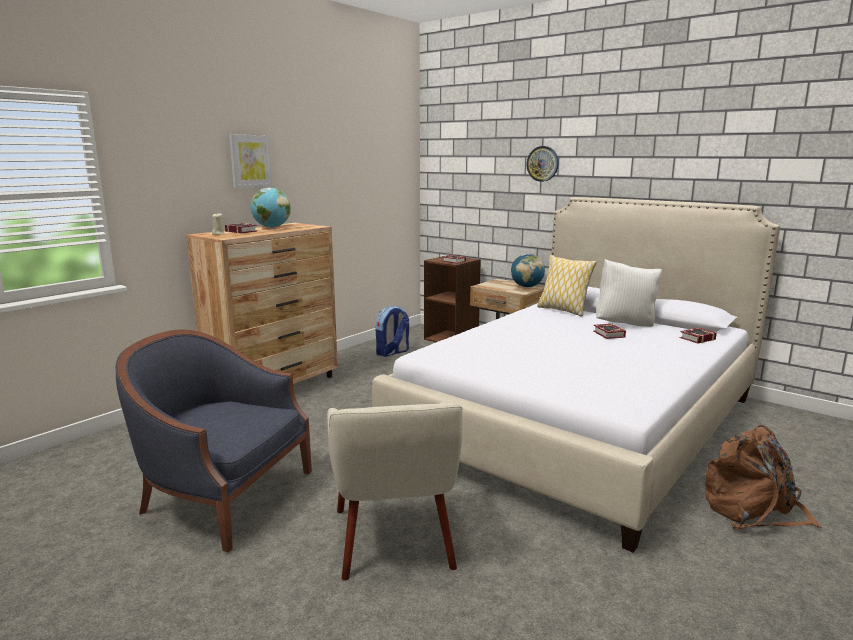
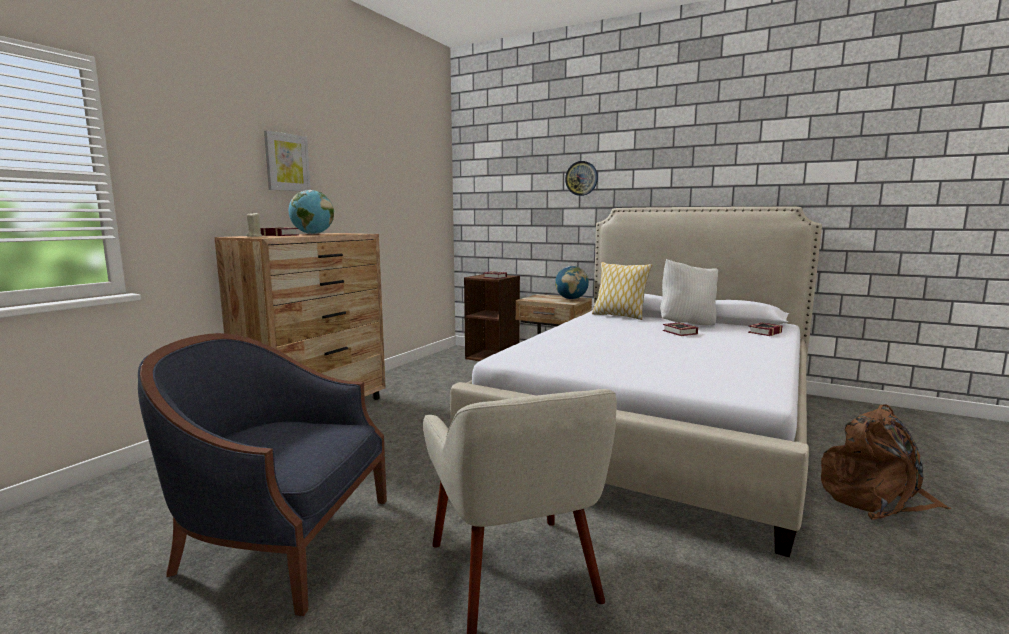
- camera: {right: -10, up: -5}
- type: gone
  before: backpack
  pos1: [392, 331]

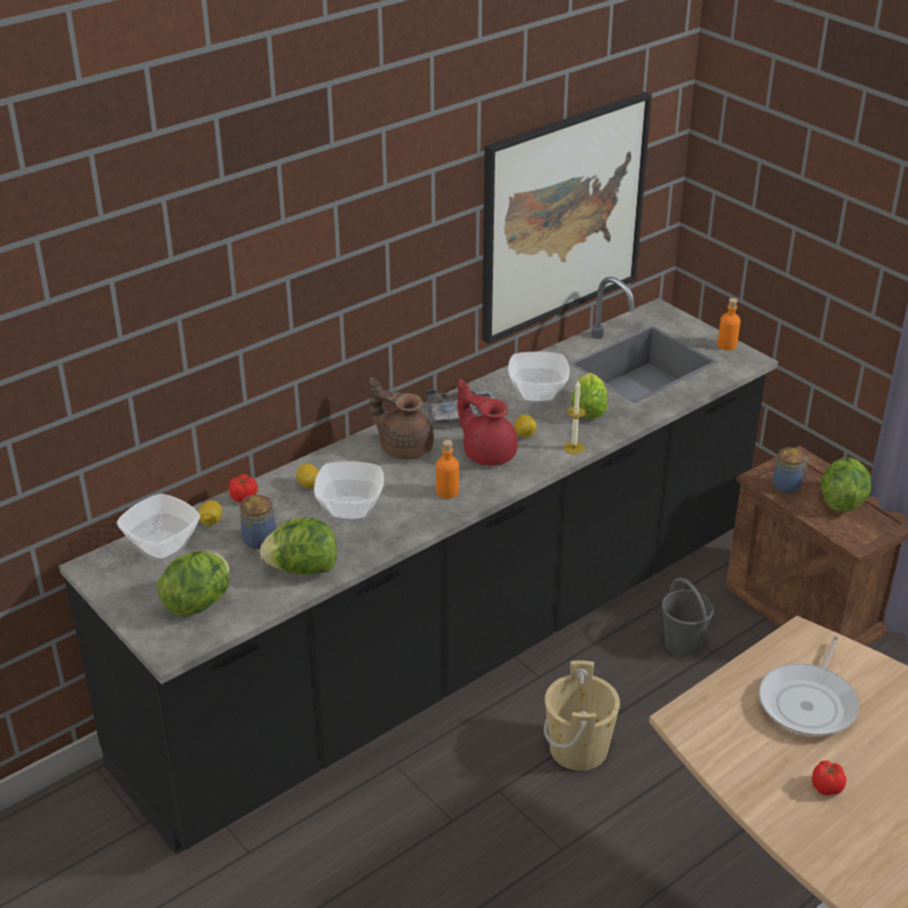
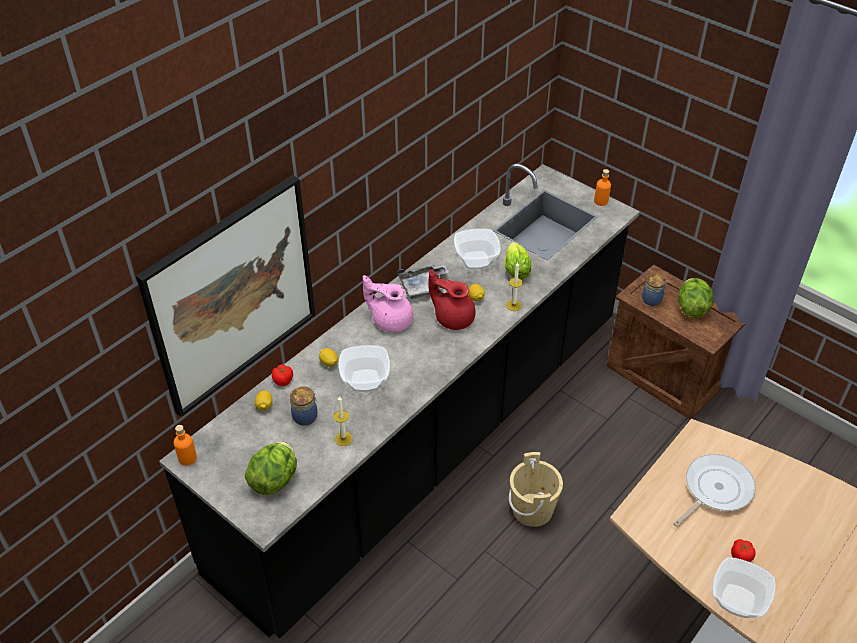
- camera: {right: -10, up: 10}
- type: shifted
  before: wall picture
  pos1: [567, 218]
  pos2: [225, 296]
- type: shifted
  before: orange beverage bottle
  pos1: [447, 469]
  pos2: [185, 445]
- type: swapped
  before: head of lettuce
  after: candle
  pos1: [298, 546]
  pos2: [343, 421]
- type: repainted
  before: brown-coloured tea pot
  after: pink-coloured tea pot
  pos1: [401, 418]
  pos2: [388, 304]
- type: rotated
  before: frying pan
  pos1: [809, 686]
  pos2: [714, 490]
  turn: -150
- type: shifted
  before: serving bowl
  pos1: [158, 527]
  pos2: [744, 587]
- type: gone
  before: greyish pail
  pos1: [688, 616]

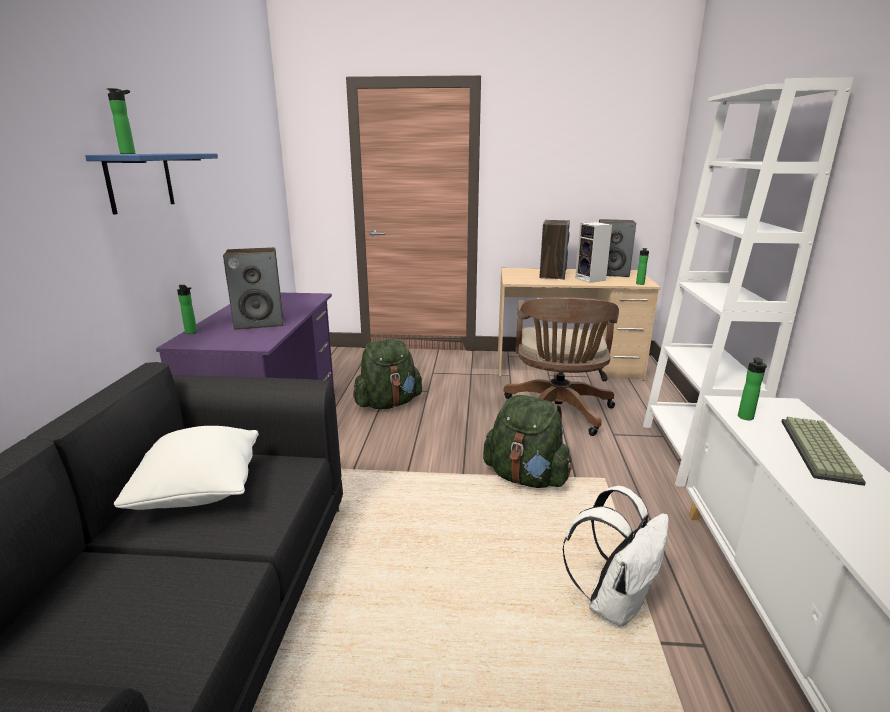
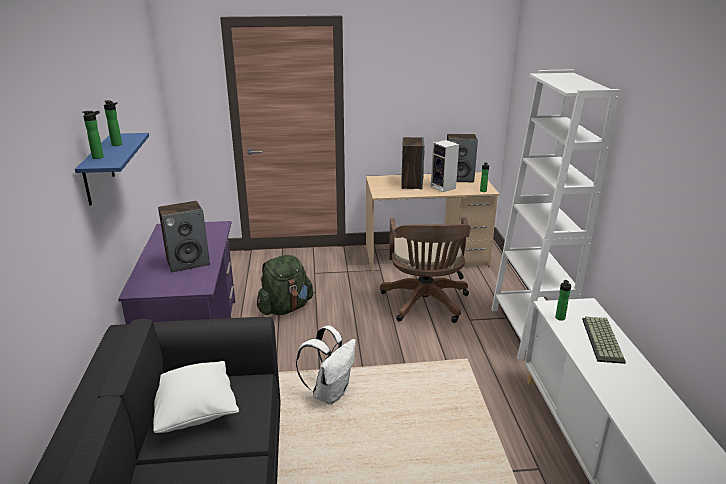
- camera: {right: -10, up: 5}
- type: shifted
  before: beverage bottle
  pos1: [187, 309]
  pos2: [113, 123]
- type: shifted
  before: white backpack
  pos1: [615, 556]
  pos2: [326, 365]
- type: gone
  before: green-coloured backpack
  pos1: [528, 441]

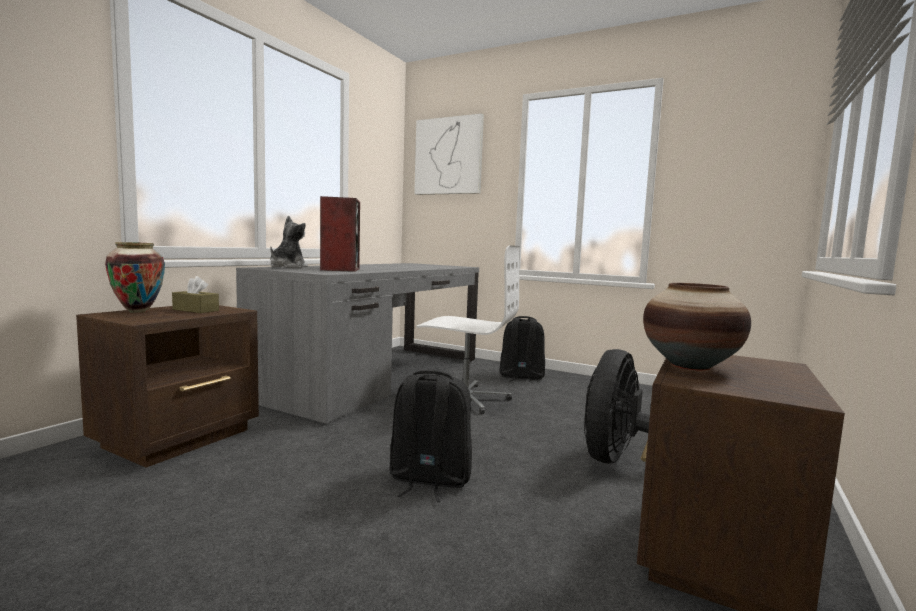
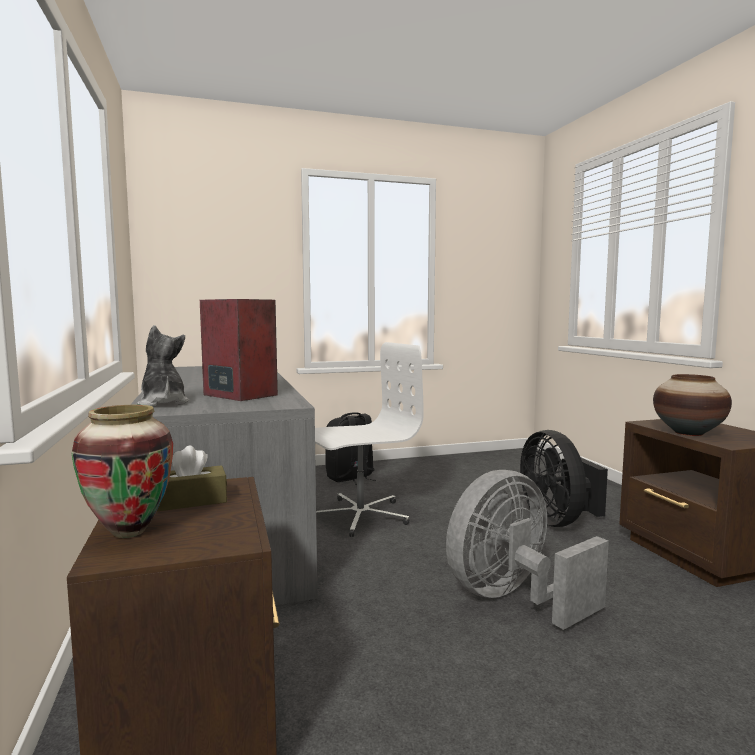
- camera: {right: -45, up: 0}
- type: swapped
  before: black backpack
  after: greyish fan
  pos1: [430, 436]
  pos2: [527, 550]
- type: gone
  before: wall picture
  pos1: [449, 154]

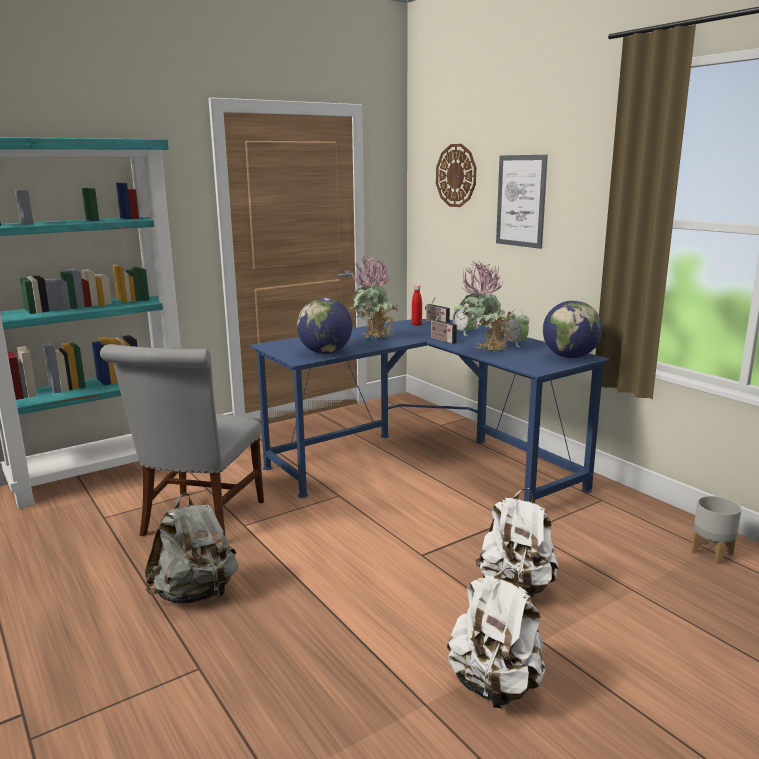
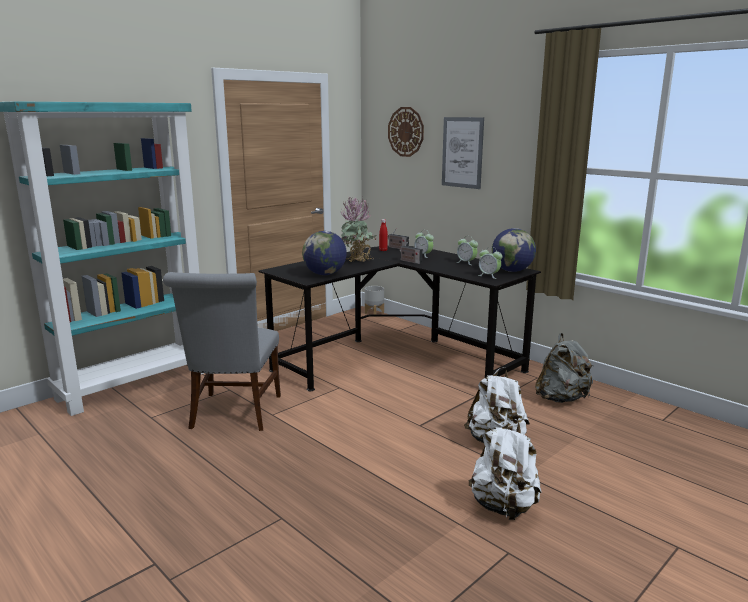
- camera: {right: -10, up: 0}
- type: repainted
  before: blue-coloured desk table
  after: black desk table
  pos1: [430, 411]
  pos2: [399, 318]
- type: shifted
  before: greyish planter
  pos1: [716, 530]
  pos2: [374, 301]
- type: new
  after: table clock
  pos2: [490, 264]
- type: shifted
  before: greyish backpack
  pos1: [191, 548]
  pos2: [564, 368]
- type: gone
  before: potted plant
  pos1: [487, 306]

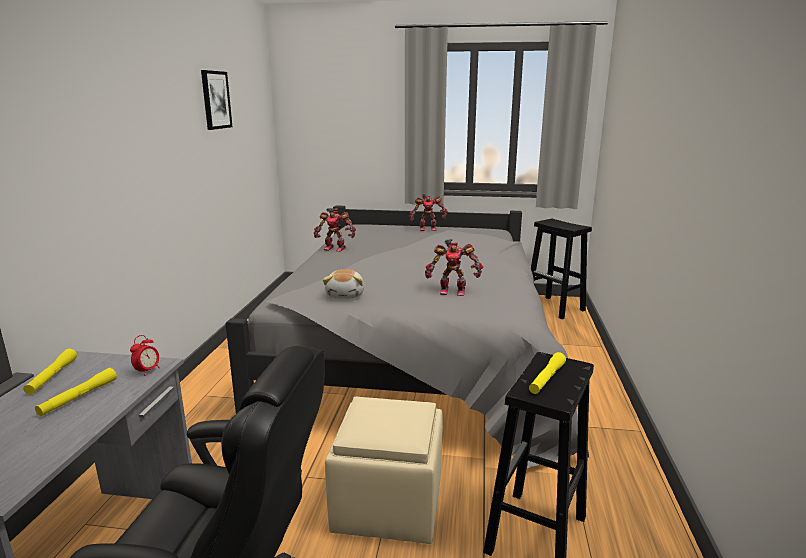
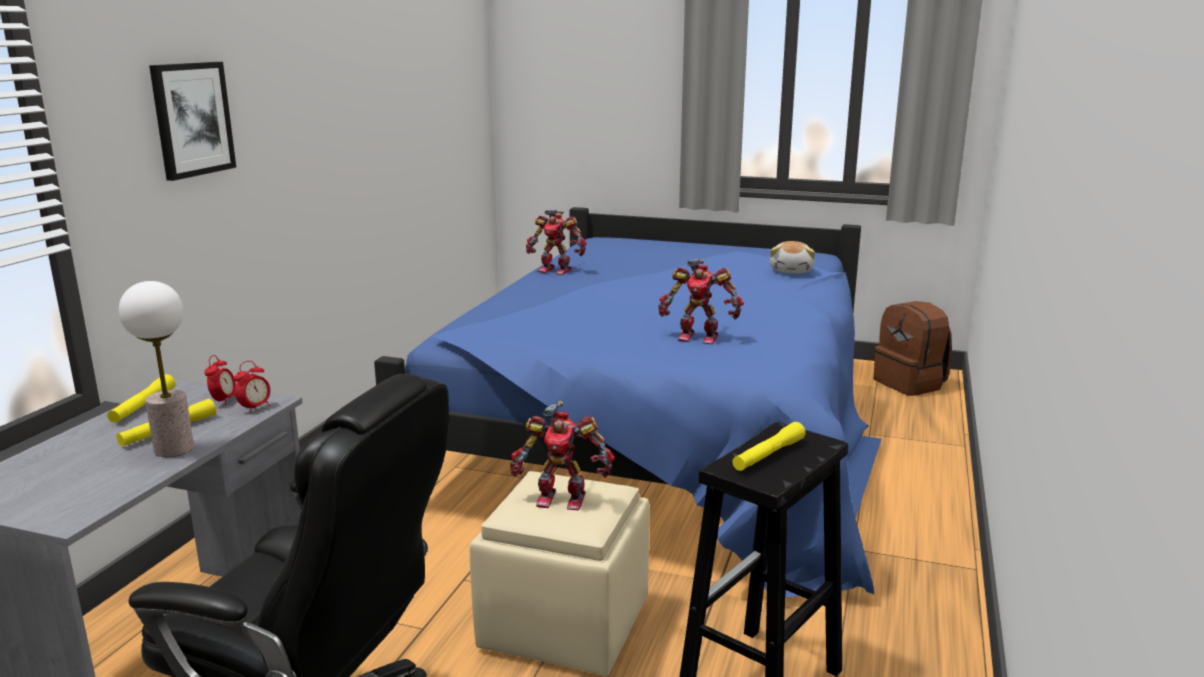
- camera: {right: 10, up: 0}
- type: new
  after: lamp for a table
  pos2: [156, 369]
- type: shifted
  before: wall picture
  pos1: [216, 100]
  pos2: [192, 121]
- type: new
  after: table clock
  pos2: [220, 380]
- type: repainted
  before: greyish bedroom bed
  after: blue-coloured bedroom bed
  pos1: [407, 336]
  pos2: [628, 402]
- type: shifted
  before: toy robot
  pos1: [428, 212]
  pos2: [562, 455]
- type: shifted
  before: cuddly toy
  pos1: [343, 284]
  pos2: [792, 257]
- type: swapped
  before: black stool
  after: brown-coloured backpack
  pos1: [561, 269]
  pos2: [913, 348]

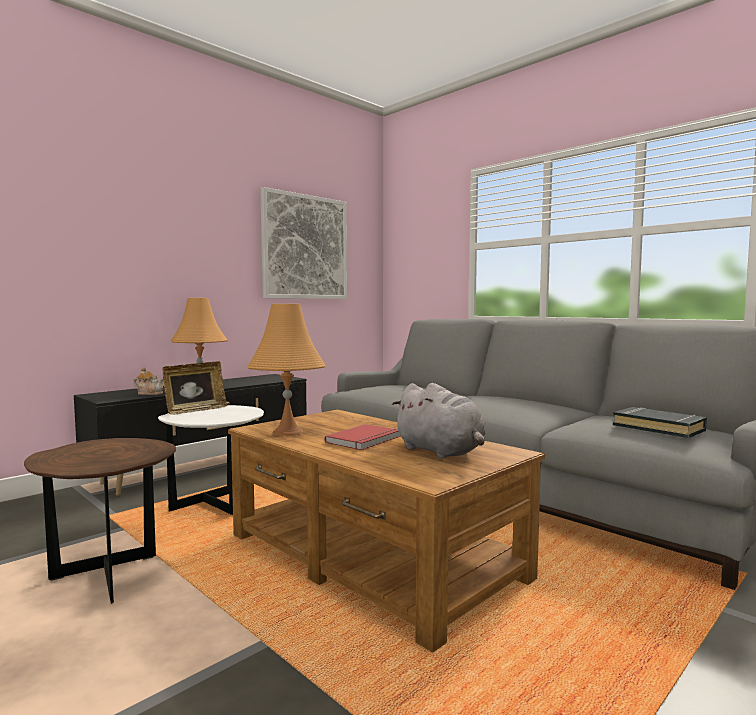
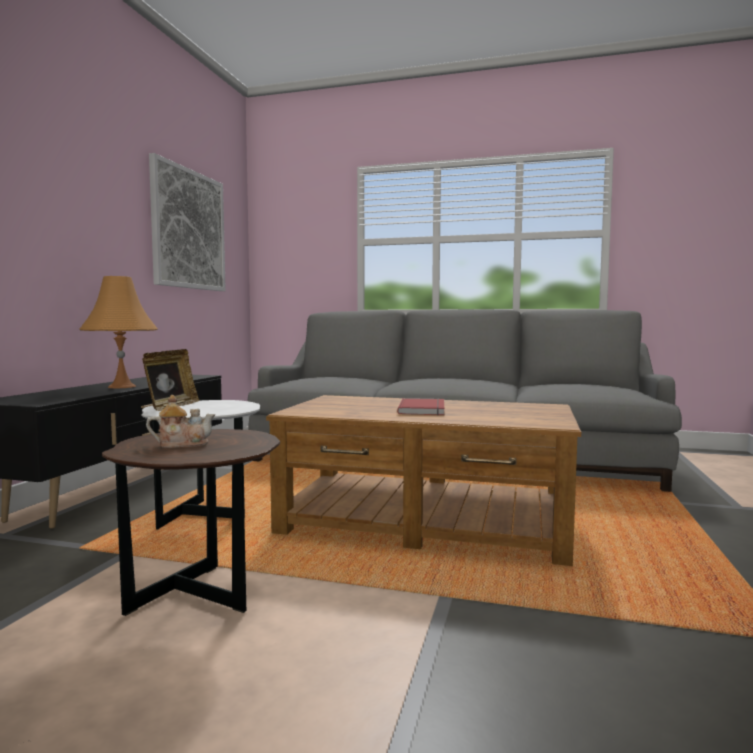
- camera: {right: -30, up: 0}
- type: shifted
  before: tea pot
  pos1: [148, 381]
  pos2: [180, 421]
- type: gone
  before: orange lamp for a table
  pos1: [287, 370]
- type: gone
  before: greyish cuddly toy
  pos1: [439, 421]
- type: gone
  before: black book
  pos1: [660, 422]

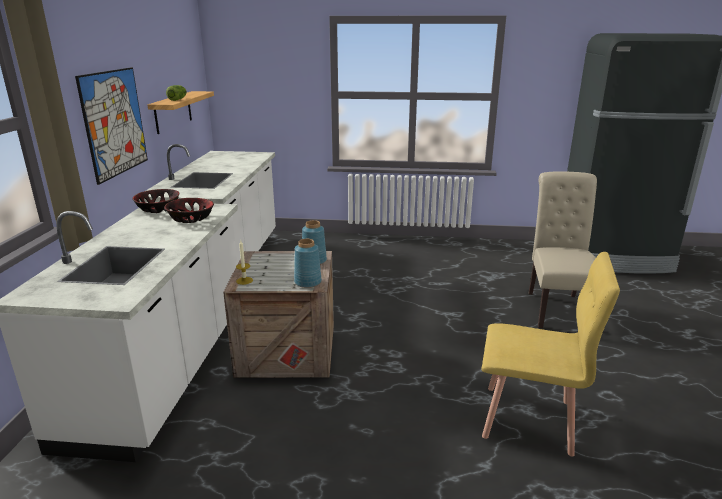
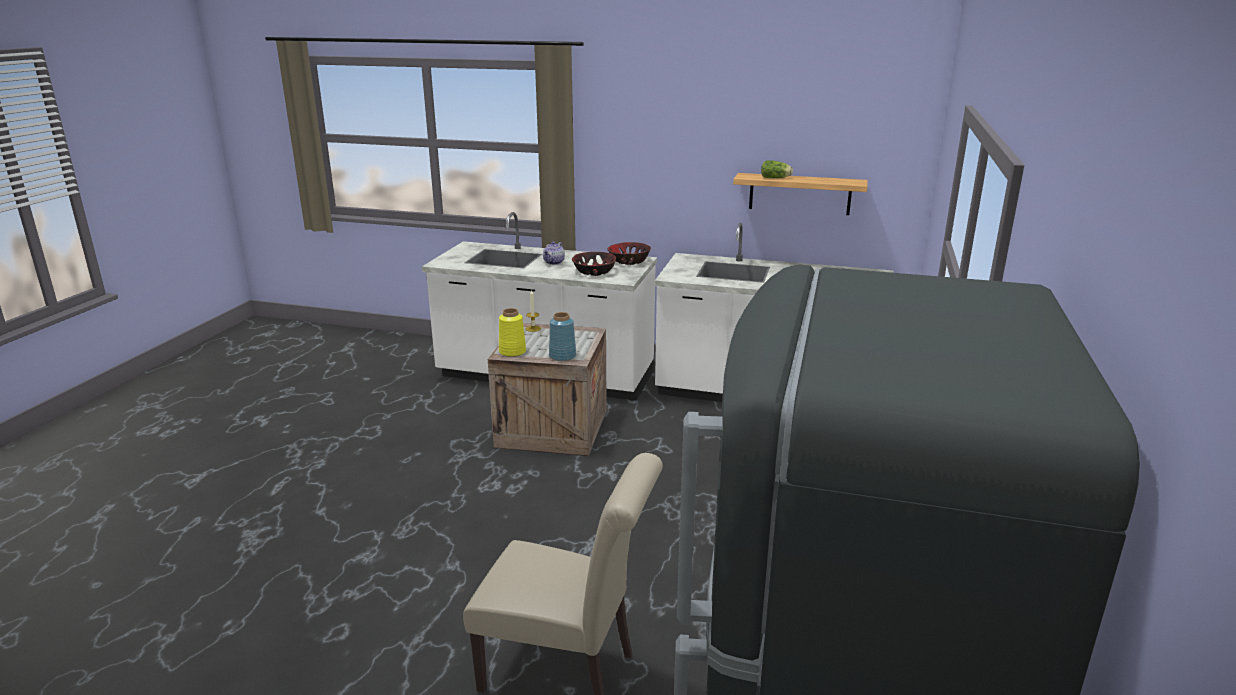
- camera: {right: 100, up: 0}
- type: repainted
  before: blue-coloured flower vase
  after: yellowish flower vase
  pos1: [308, 263]
  pos2: [512, 332]
- type: new
  after: tea pot
  pos2: [554, 253]
- type: gone
  before: wall picture
  pos1: [111, 126]
- type: gone
  before: yellowish upright chair
  pos1: [550, 354]

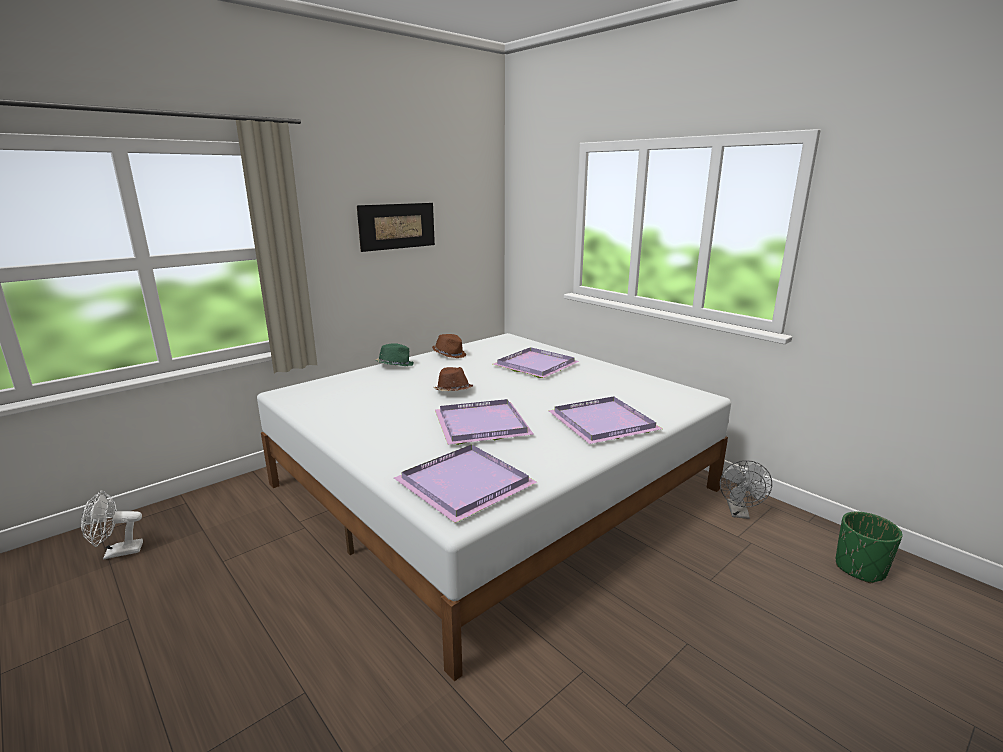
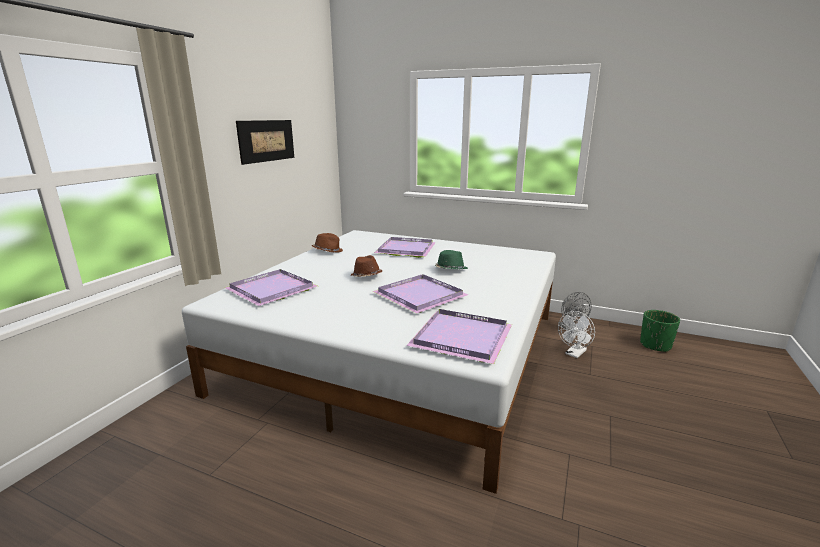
- camera: {right: -25, up: 0}
- type: shifted
  before: purplish carrying tray
  pos1: [606, 420]
  pos2: [271, 287]
- type: shifted
  before: green-coloured hat
  pos1: [394, 354]
  pos2: [451, 260]
- type: shifted
  before: white fan
  pos1: [112, 524]
  pos2: [576, 334]

